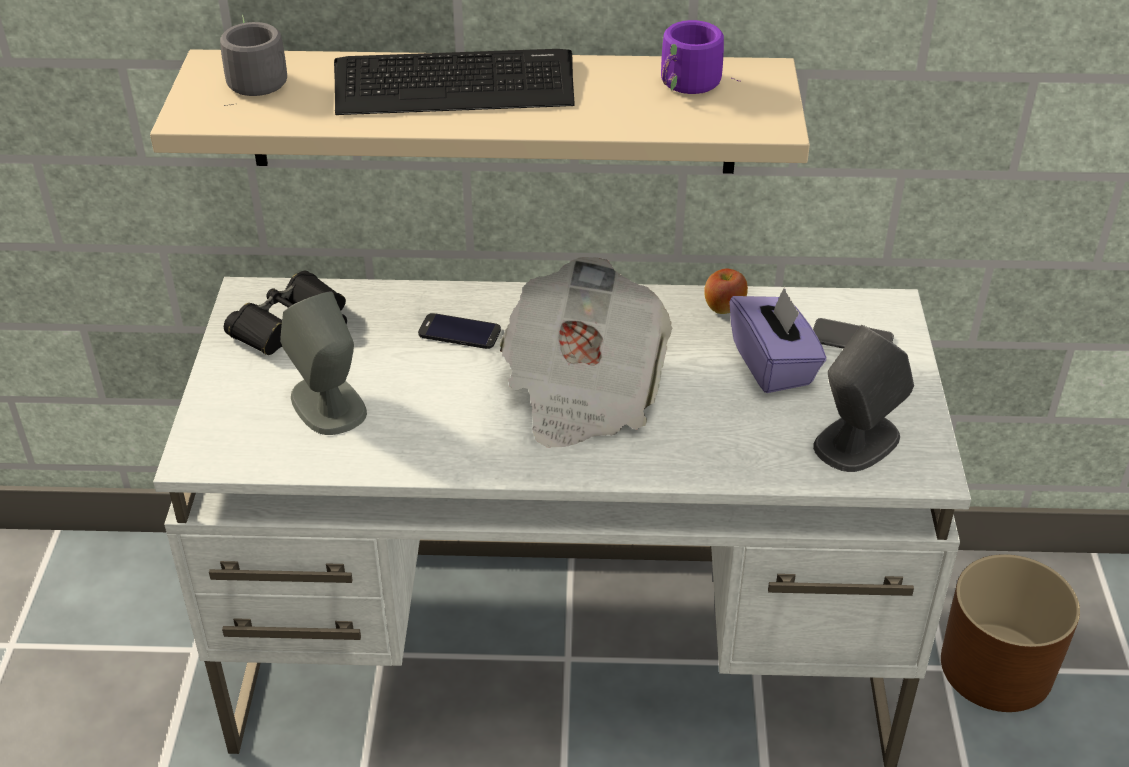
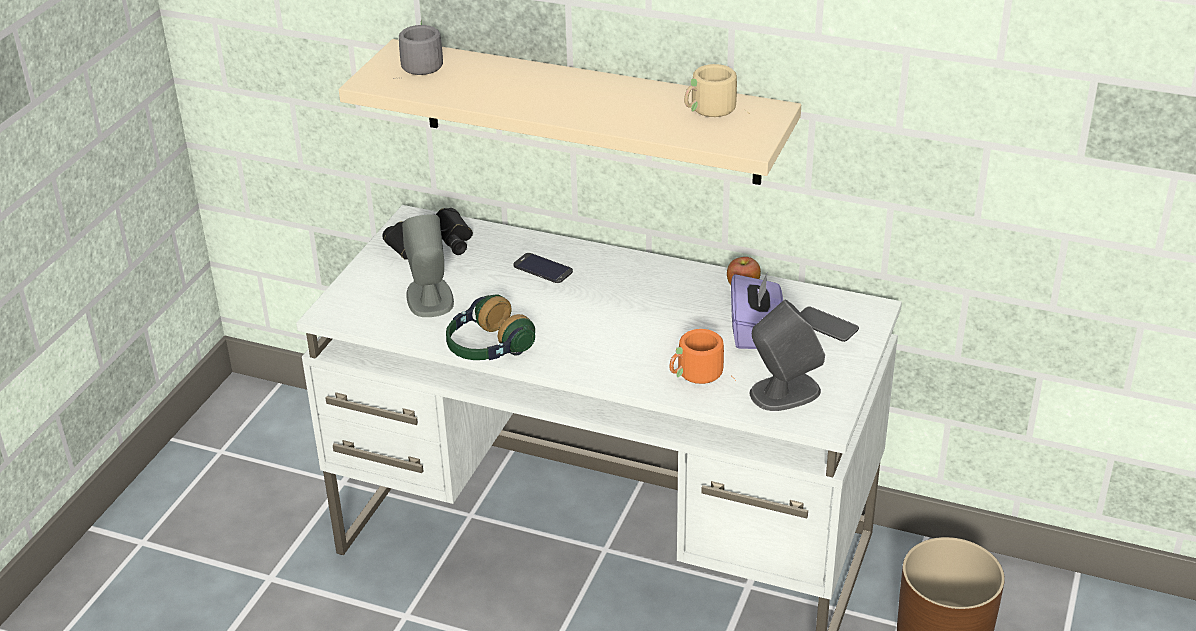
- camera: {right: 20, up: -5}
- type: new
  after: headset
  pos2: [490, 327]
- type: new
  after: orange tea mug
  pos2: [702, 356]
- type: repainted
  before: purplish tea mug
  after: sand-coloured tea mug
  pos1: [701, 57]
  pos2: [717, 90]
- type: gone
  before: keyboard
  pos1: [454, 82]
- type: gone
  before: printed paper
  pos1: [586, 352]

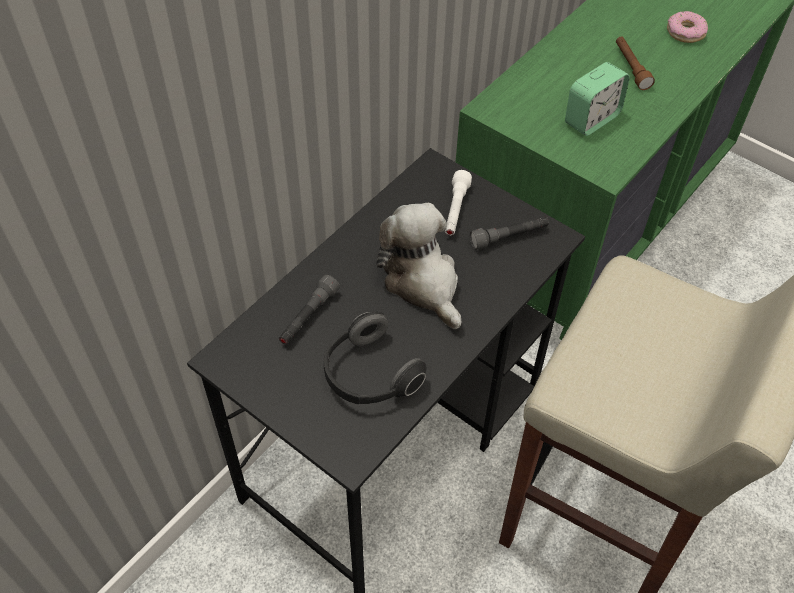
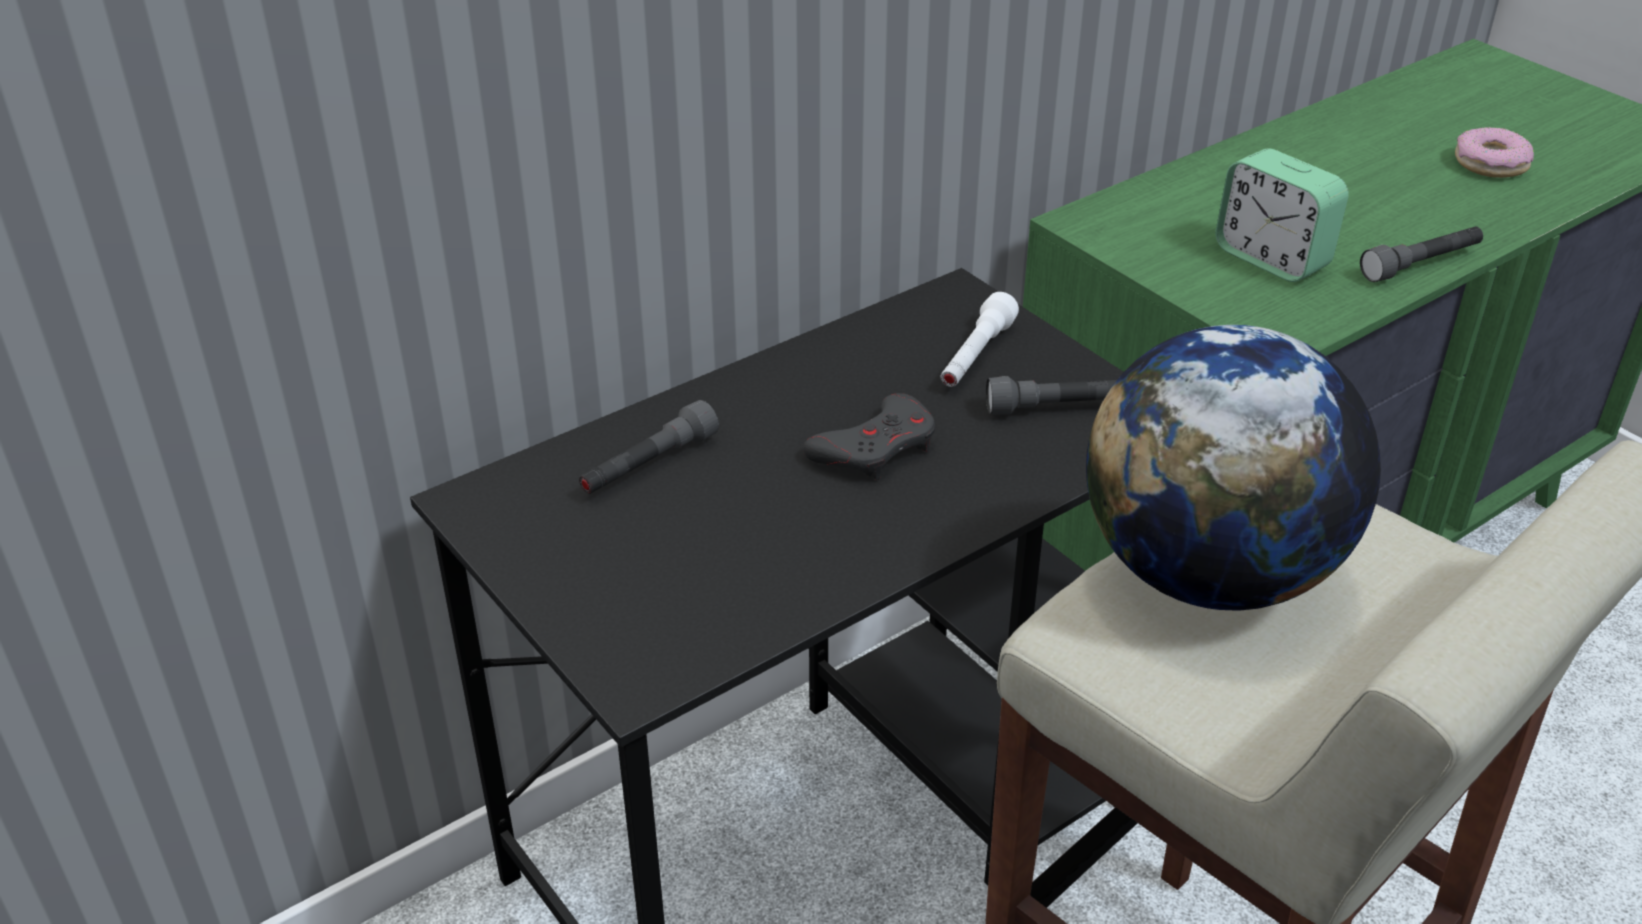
- camera: {right: 15, up: -15}
- type: swapped
  before: cuddly toy
  after: greyish joypad
  pos1: [419, 266]
  pos2: [869, 436]
- type: new
  after: globe
  pos2: [1233, 468]
- type: rotated
  before: table clock
  pos1: [597, 99]
  pos2: [1282, 215]
  turn: 75
- type: new
  after: greyish flashlight
  pos2: [1421, 254]
- type: gone
  before: headset
  pos1: [375, 358]
- type: gone
  before: brown-coloured flashlight
  pos1: [635, 63]

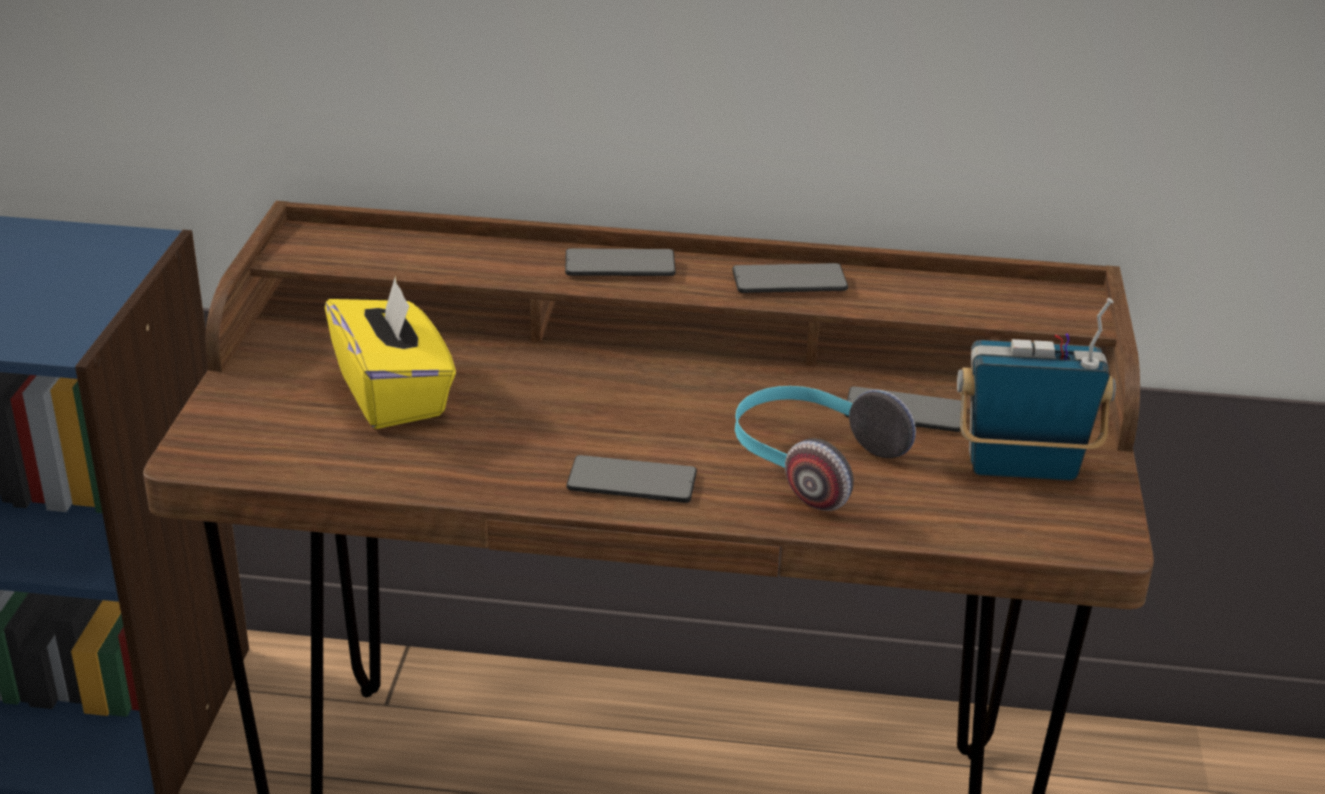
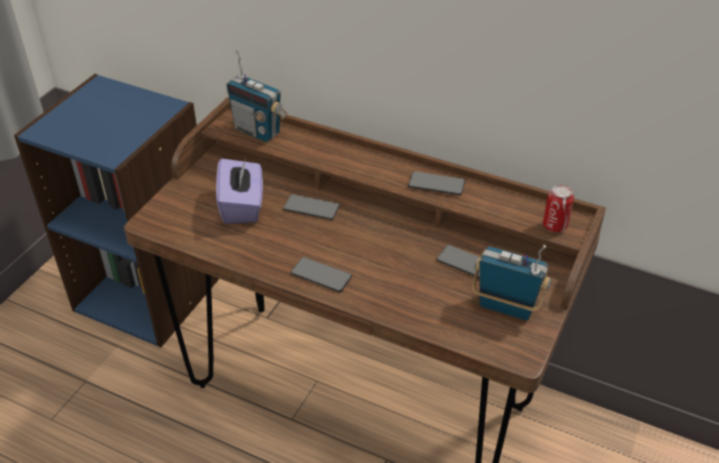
- camera: {right: 20, up: 10}
- type: repainted
  before: yellowish tissue box
  after: purplish tissue box
  pos1: [390, 352]
  pos2: [239, 191]
- type: new
  after: radio
  pos2: [256, 96]
- type: shifted
  before: phone
  pos1: [620, 262]
  pos2: [311, 207]
- type: new
  after: metal can
  pos2: [558, 208]
- type: gone
  before: headset
  pos1: [825, 448]

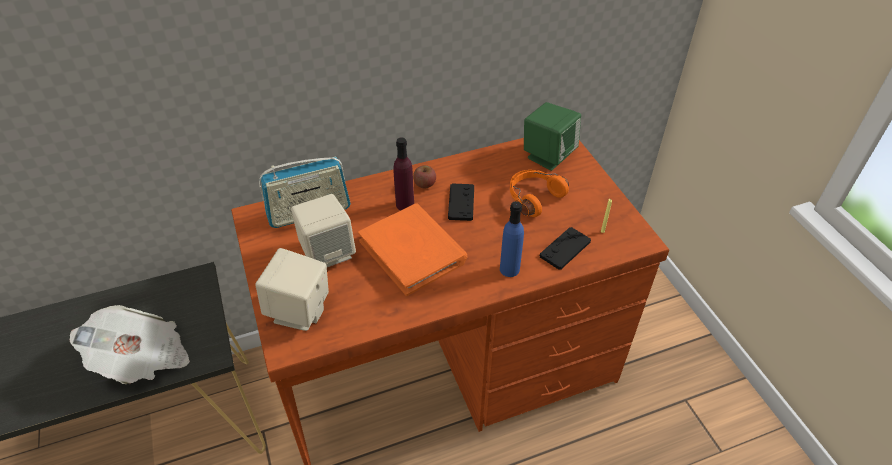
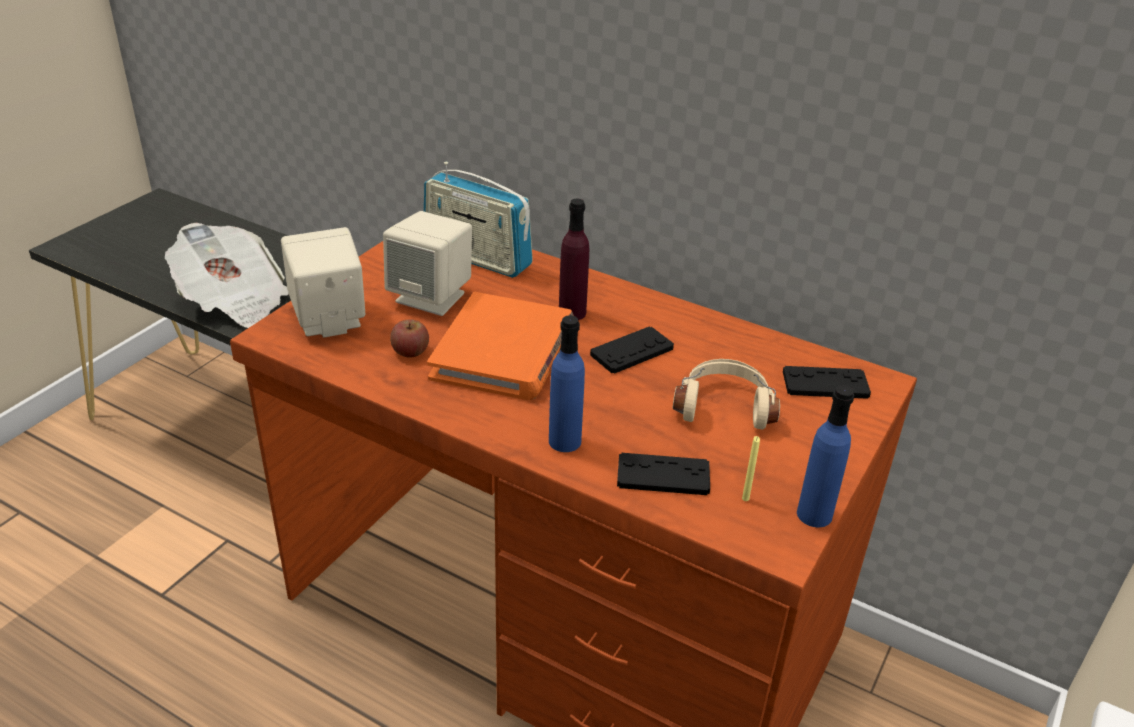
- camera: {right: 50, up: -10}
- type: shifted
  before: apple fruit
  pos1: [424, 176]
  pos2: [409, 339]
- type: repainted
  before: orange headset
  after: sand-coloured headset
  pos1: [539, 193]
  pos2: [726, 394]
- type: swapped
  before: green-coloured speaker
  after: black joypad
  pos1: [552, 136]
  pos2: [827, 382]
- type: new
  after: blue-coloured beverage bottle
  pos2: [825, 456]

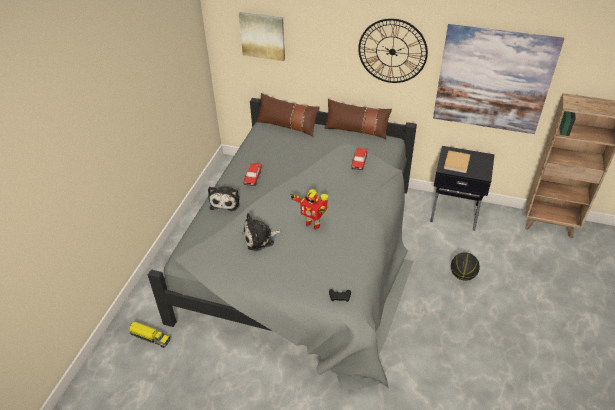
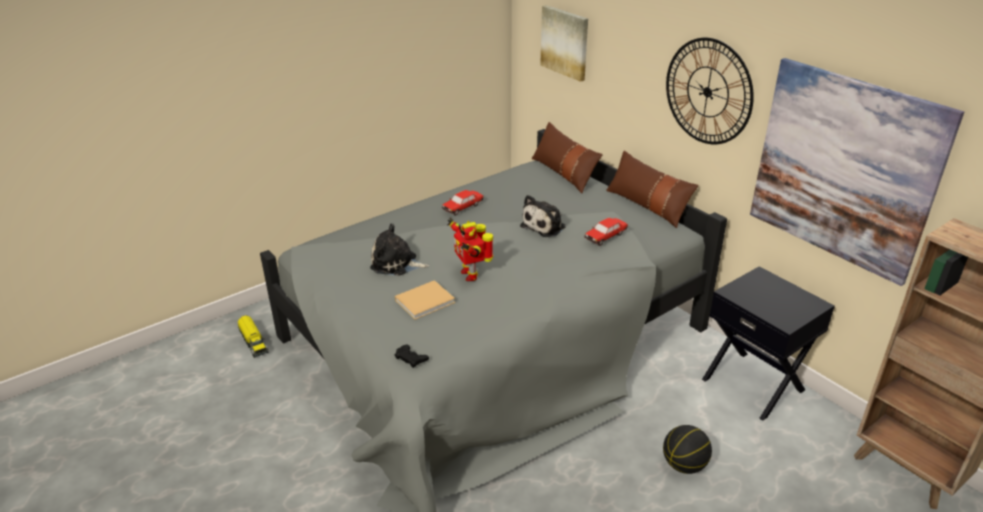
- camera: {right: 35, up: -10}
- type: shifted
  before: sand-coloured book
  pos1: [457, 161]
  pos2: [425, 300]
- type: shifted
  before: cuddly toy
  pos1: [224, 198]
  pos2: [543, 216]

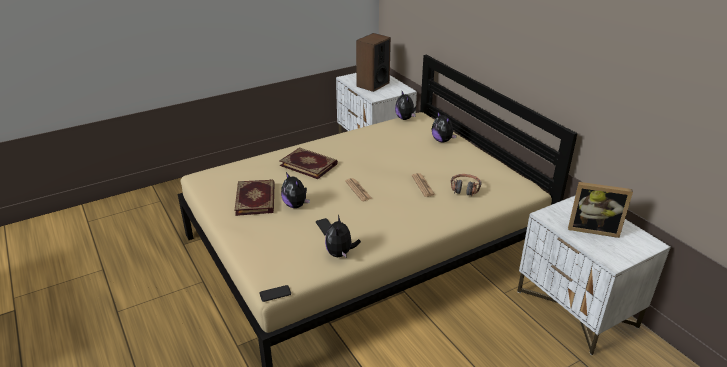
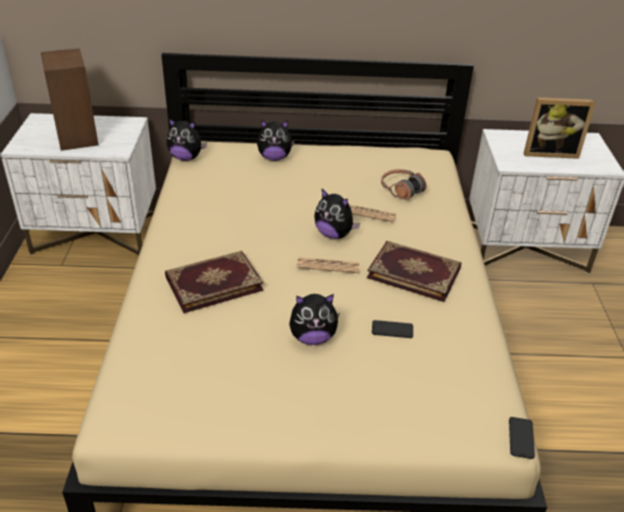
- camera: {right: -60, up: 5}
- type: shifted
  before: cuddly toy
  pos1: [343, 236]
  pos2: [337, 214]
- type: shifted
  before: book
  pos1: [255, 198]
  pos2: [414, 271]
- type: rotated
  before: picture frame
  pos1: [600, 210]
  pos2: [559, 128]
  turn: 45

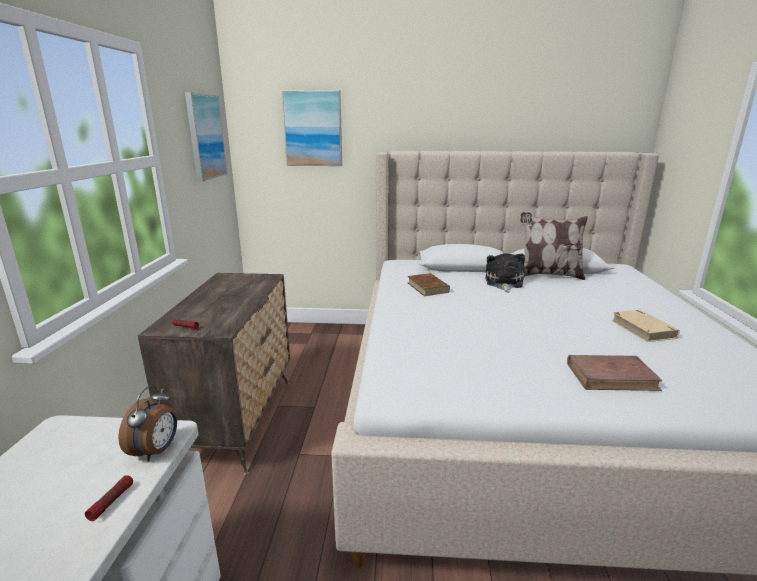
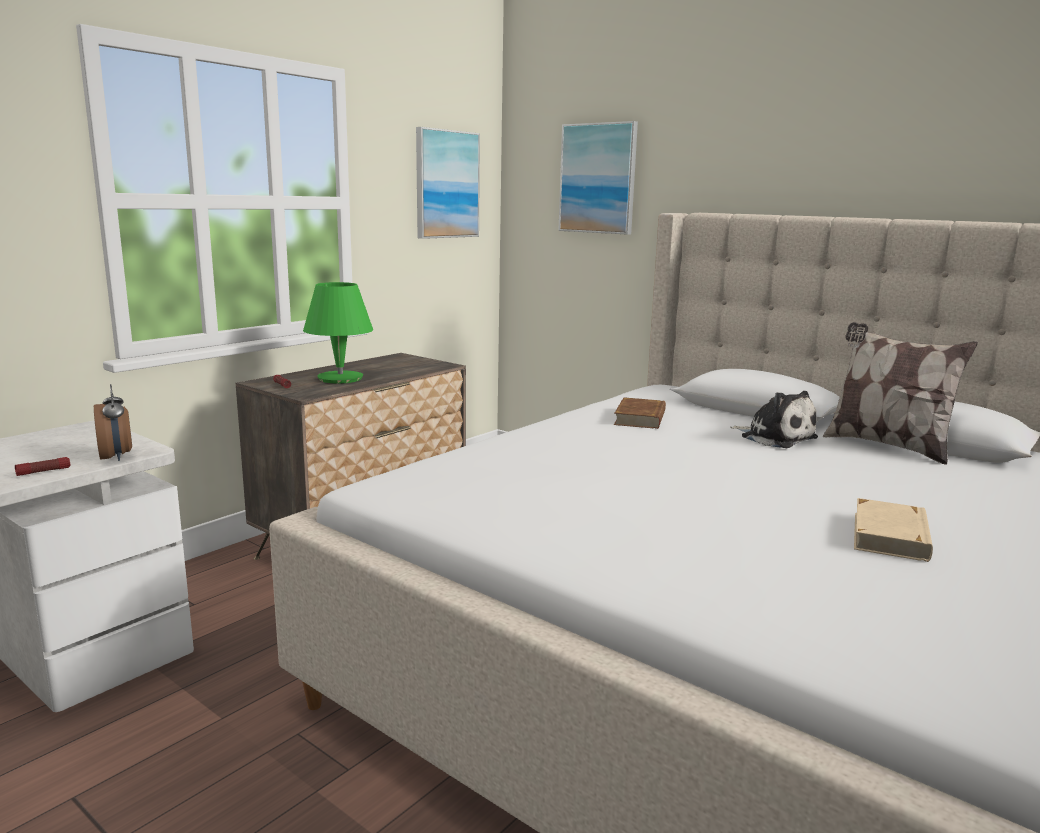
- camera: {right: 35, up: -5}
- type: rotated
  before: table clock
  pos1: [147, 423]
  pos2: [113, 422]
  turn: -75
- type: new
  after: green-coloured lamp for a table
  pos2: [338, 333]
- type: rotated
  before: cuddly toy
  pos1: [505, 273]
  pos2: [774, 419]
  turn: 90
- type: gone
  before: brown-coloured book
  pos1: [614, 373]

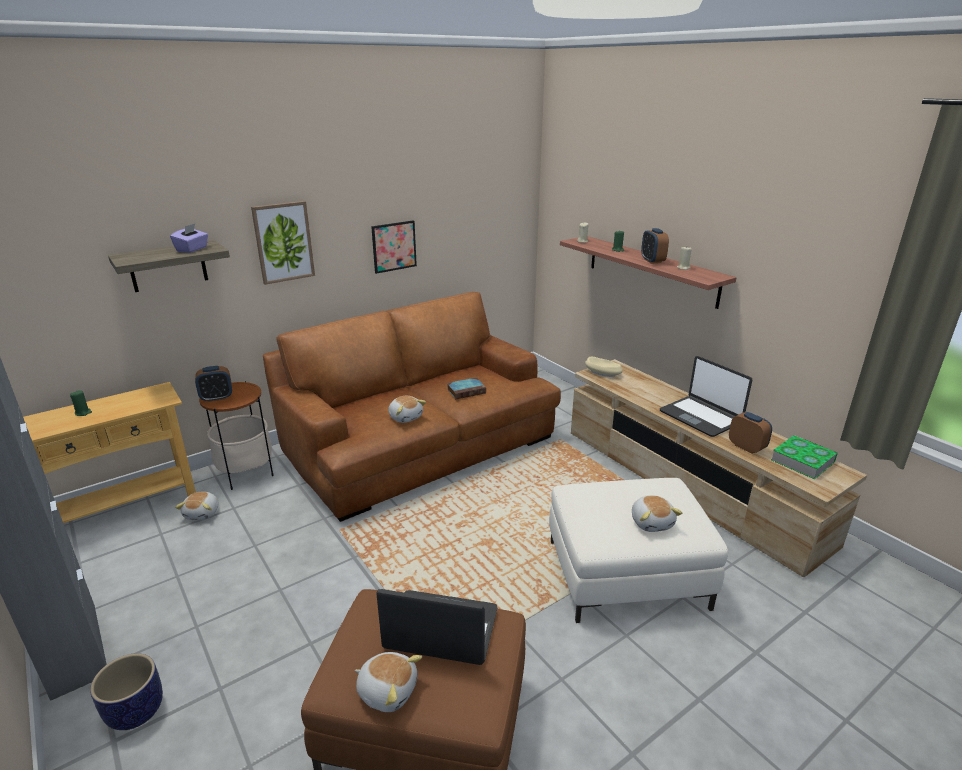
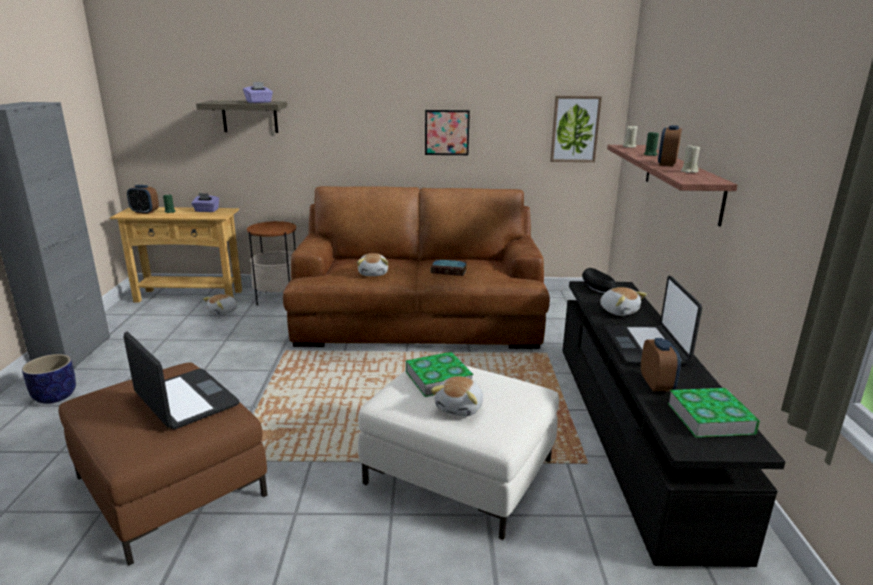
- camera: {right: 35, up: -5}
- type: shifted
  before: table clock
  pos1: [213, 384]
  pos2: [143, 199]
- type: new
  after: purplish tissue box
  pos2: [205, 202]
- type: new
  after: book
  pos2: [440, 374]
- type: shifted
  before: wall picture
  pos1: [283, 243]
  pos2: [576, 129]
- type: repainted
  before: sand-coloured tv stand
  after: black tv stand
  pos1: [719, 468]
  pos2: [674, 424]
- type: repainted
  before: sand-coloured serving bowl
  after: black serving bowl
  pos1: [604, 367]
  pos2: [599, 280]
- type: shifted
  before: cuddly toy
  pos1: [388, 682]
  pos2: [623, 301]

